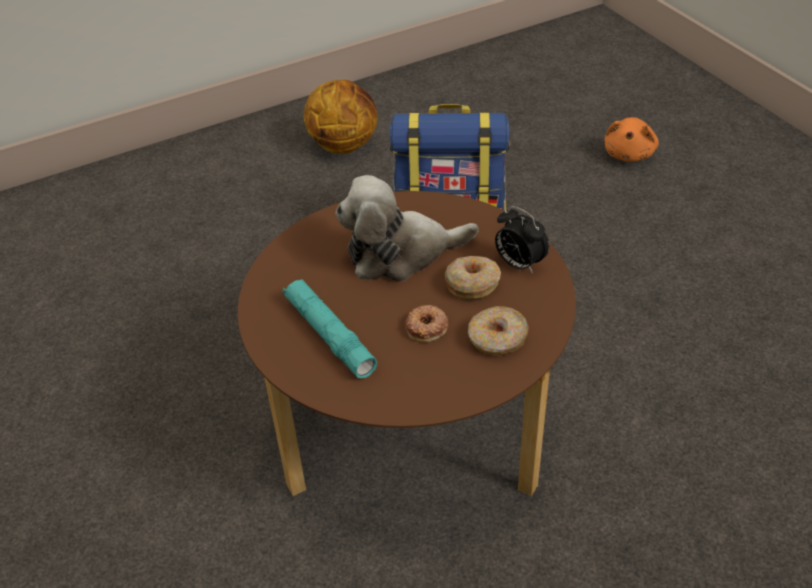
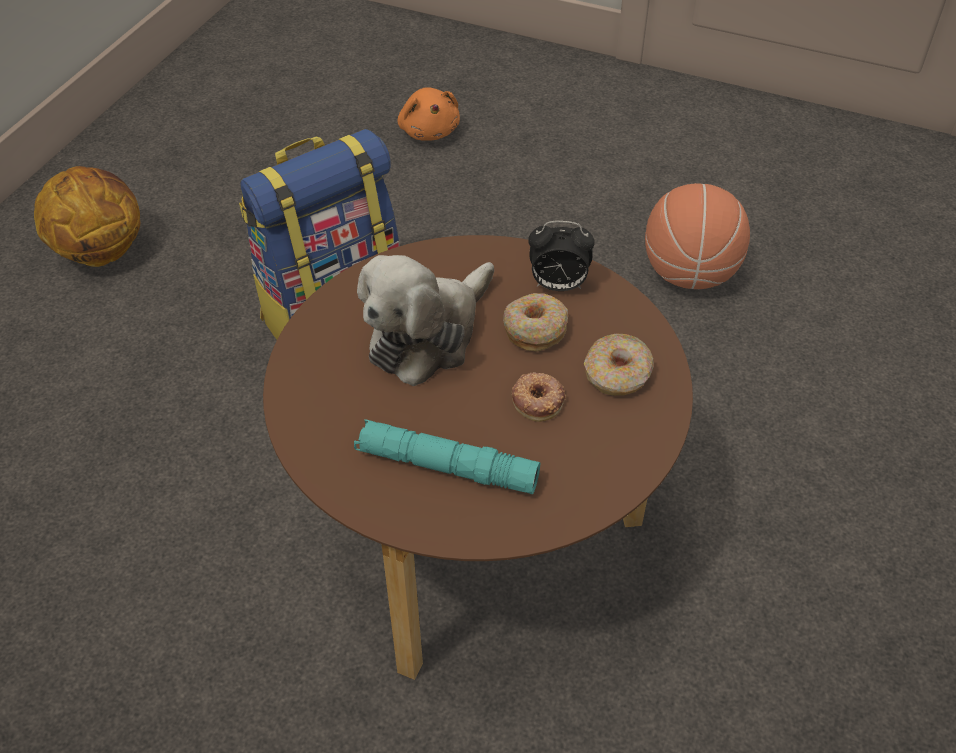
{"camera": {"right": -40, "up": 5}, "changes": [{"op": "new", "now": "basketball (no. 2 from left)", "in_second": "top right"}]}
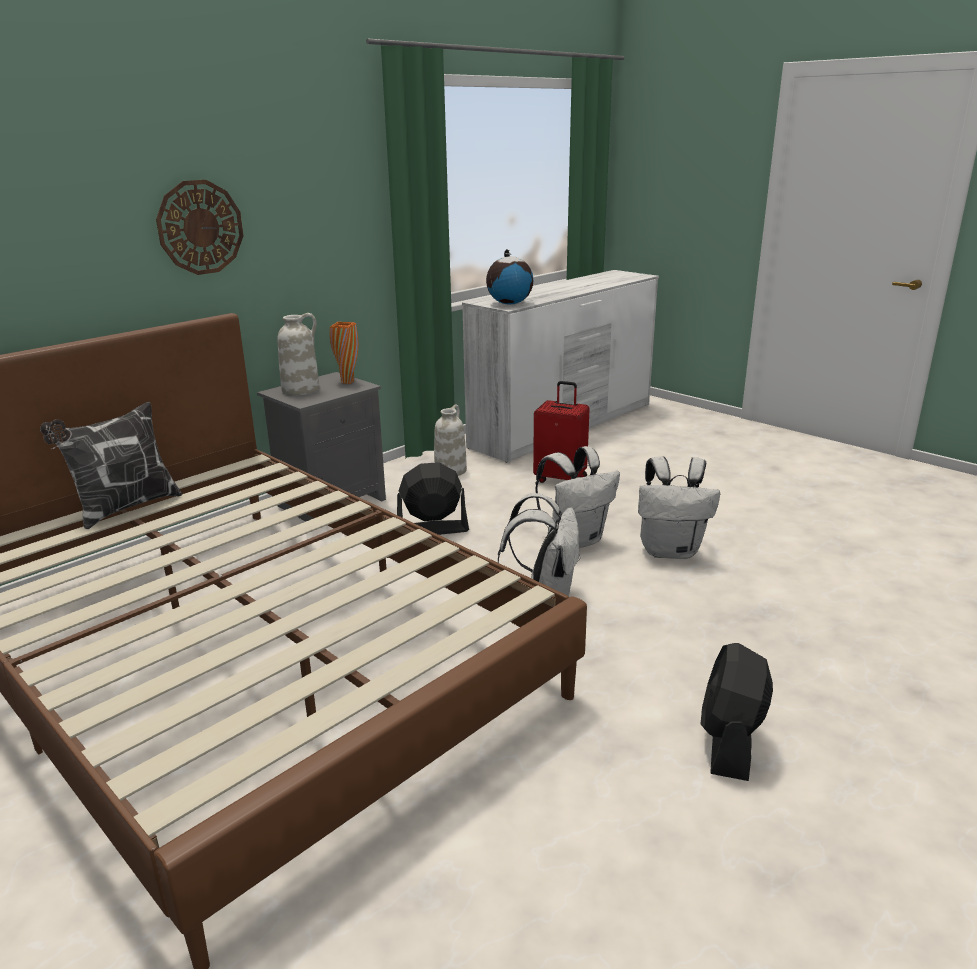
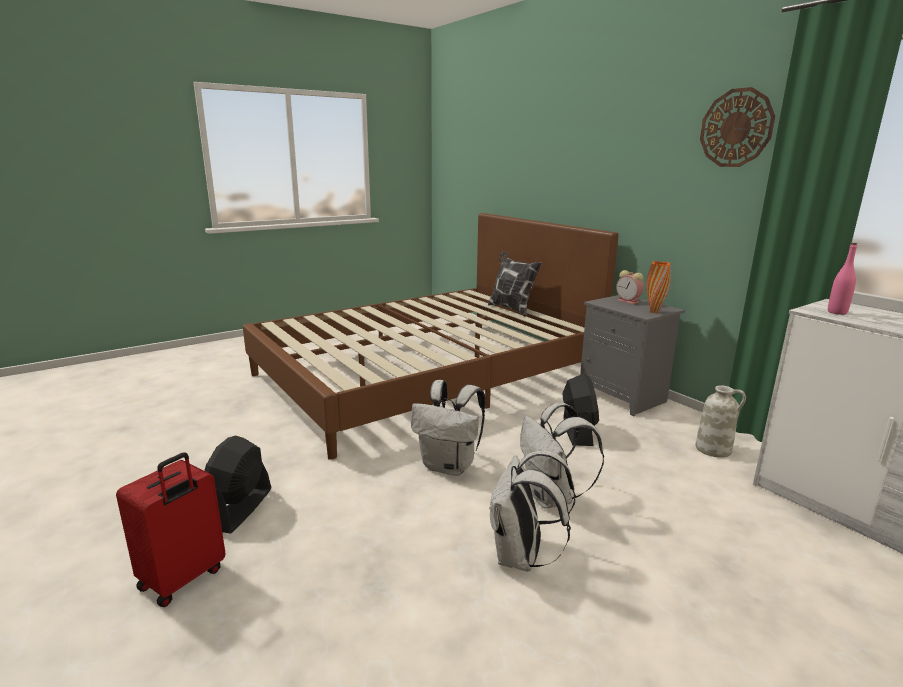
{"camera": {"right": 100, "up": -5}, "changes": [{"op": "shifted", "was": "wall clock", "in_first": "top left", "in_second": "top right"}, {"op": "swapped", "was": "white vase (no. 1 from left)", "now": "alarm clock", "in_first": "middle left", "in_second": "middle right"}, {"op": "swapped", "was": "globe", "now": "pink bottle", "in_first": "top centre", "in_second": "middle right"}, {"op": "shifted", "was": "red suitcase", "in_first": "centre", "in_second": "bottom left"}, {"op": "rotated", "was": "black fan (no. 2 from left in the first image)", "in_first": "bottom right", "in_second": "bottom left", "clockwise": -105}]}
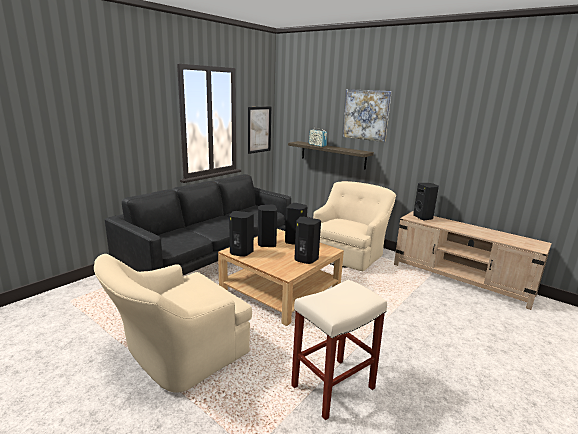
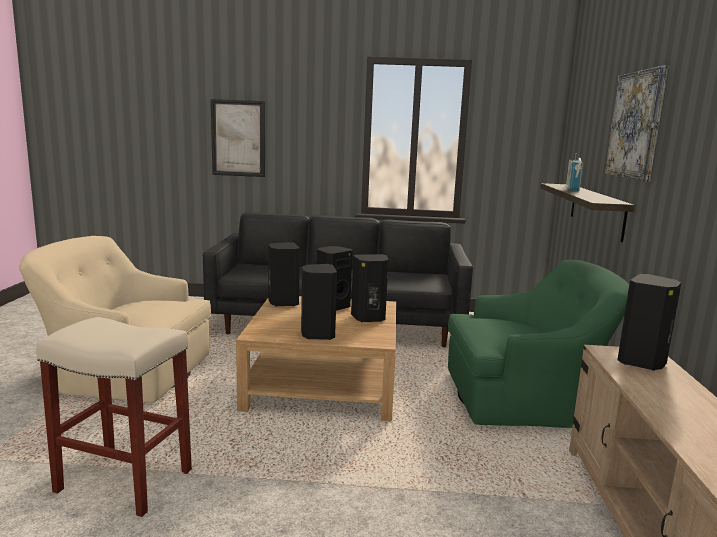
{"camera": {"right": 55, "up": -5}, "changes": [{"op": "shifted", "was": "picture (no. 1 from left)", "in_first": "top centre", "in_second": "top left"}, {"op": "repainted", "was": "beige armchair (no. 2 from left)", "now": "green armchair", "in_first": "centre", "in_second": "middle right"}]}
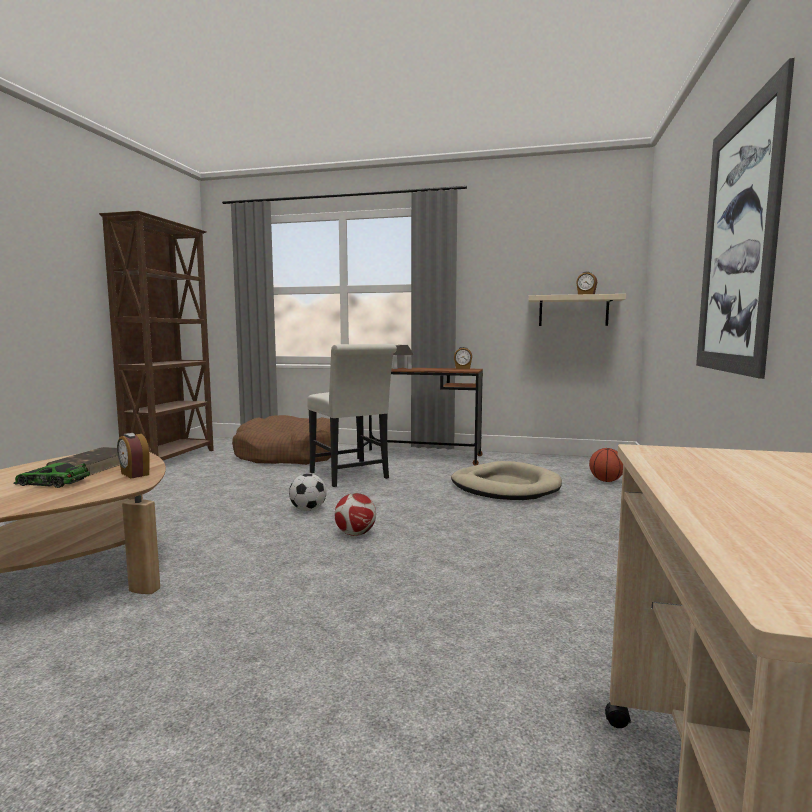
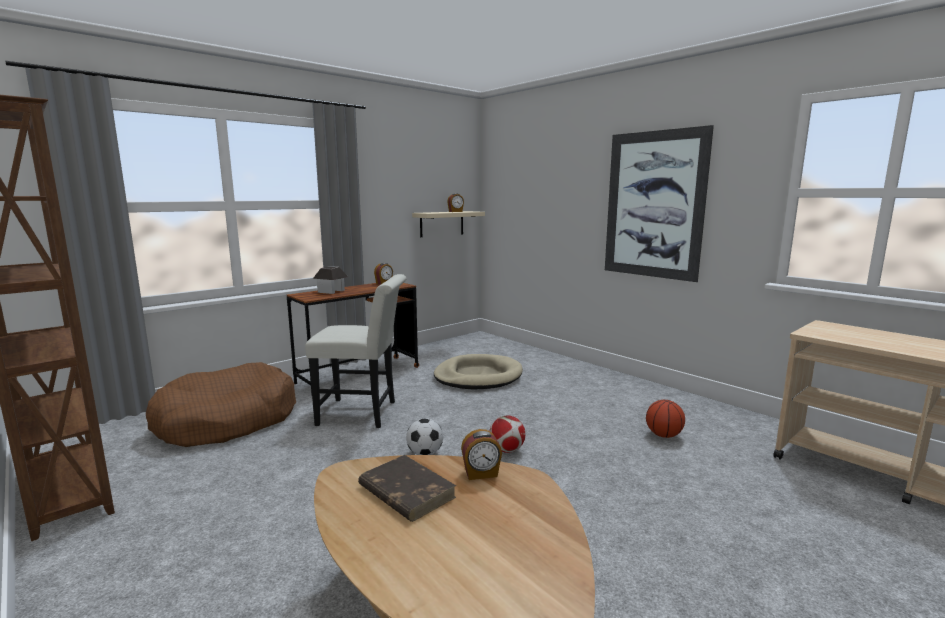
{"camera": {"right": -55, "up": 5}, "changes": [{"op": "gone", "was": "toy car", "in_first": "middle left"}, {"op": "shifted", "was": "basketball", "in_first": "middle right", "in_second": "bottom right"}]}
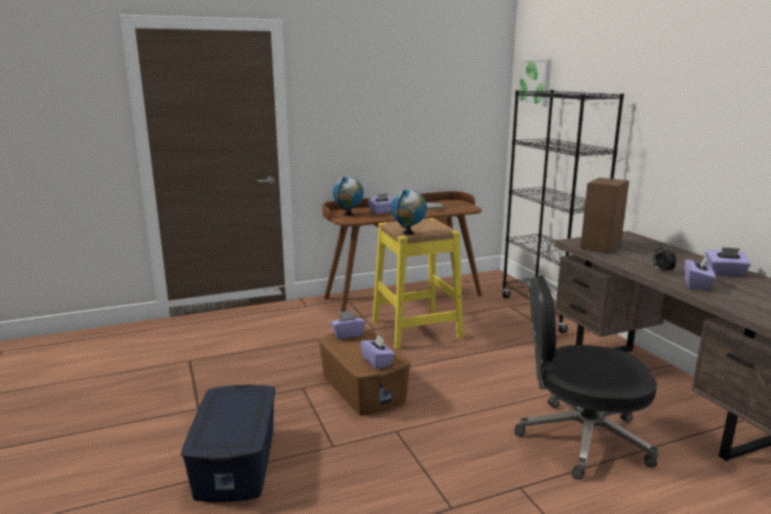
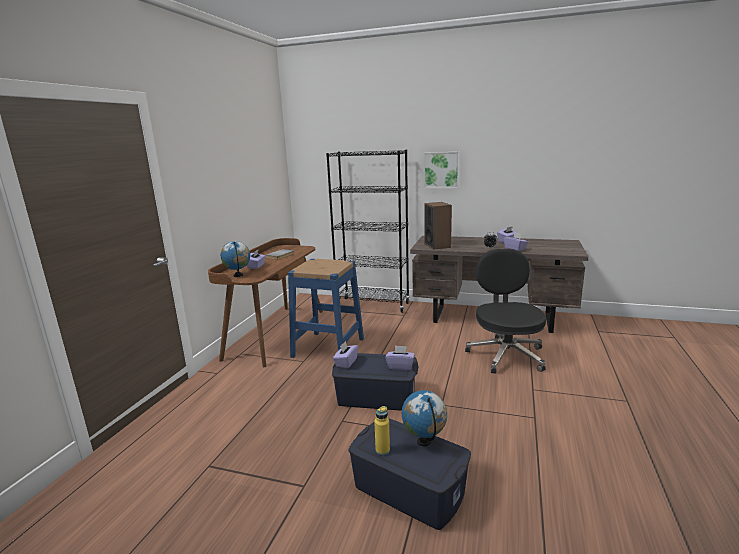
{"camera": {"right": -50, "up": 0}, "changes": [{"op": "repainted", "was": "brown storage box", "now": "blue storage box (no. 1 from left)", "in_first": "bottom centre", "in_second": "bottom centre"}, {"op": "repainted", "was": "yellow stool", "now": "blue stool", "in_first": "centre", "in_second": "centre"}, {"op": "shifted", "was": "globe (no. 2 from left)", "in_first": "centre", "in_second": "bottom centre"}, {"op": "rotated", "was": "black office chair", "in_first": "bottom right", "in_second": "middle right", "clockwise": 135}, {"op": "shifted", "was": "picture", "in_first": "top right", "in_second": "top centre"}, {"op": "new", "now": "yellow bottle", "in_second": "bottom centre"}]}
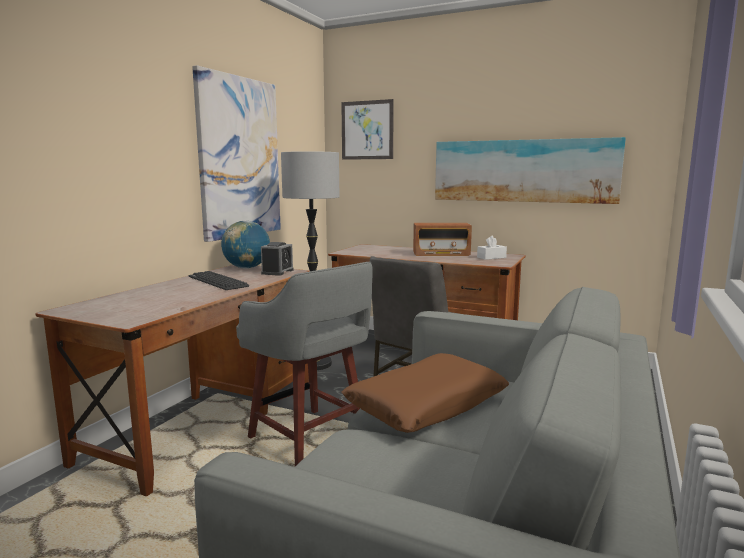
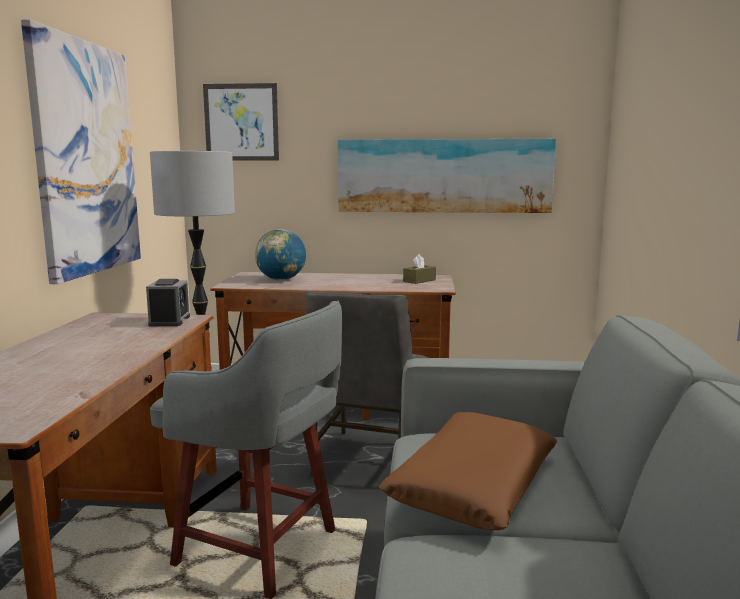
{"camera": {"right": -20, "up": 0}, "changes": [{"op": "gone", "was": "keyboard", "in_first": "middle left"}, {"op": "shifted", "was": "globe", "in_first": "middle left", "in_second": "centre"}, {"op": "gone", "was": "radio", "in_first": "centre"}, {"op": "repainted", "was": "white tissue box", "now": "brown tissue box", "in_first": "centre", "in_second": "centre"}]}
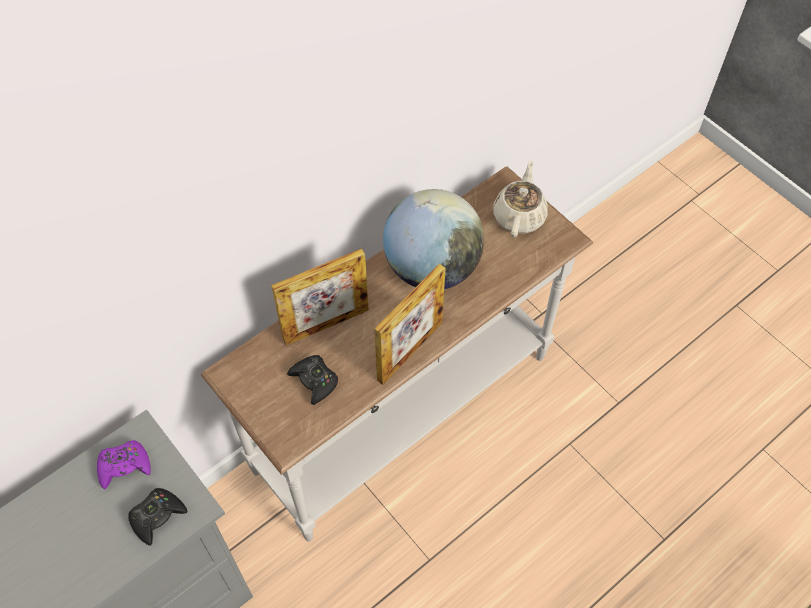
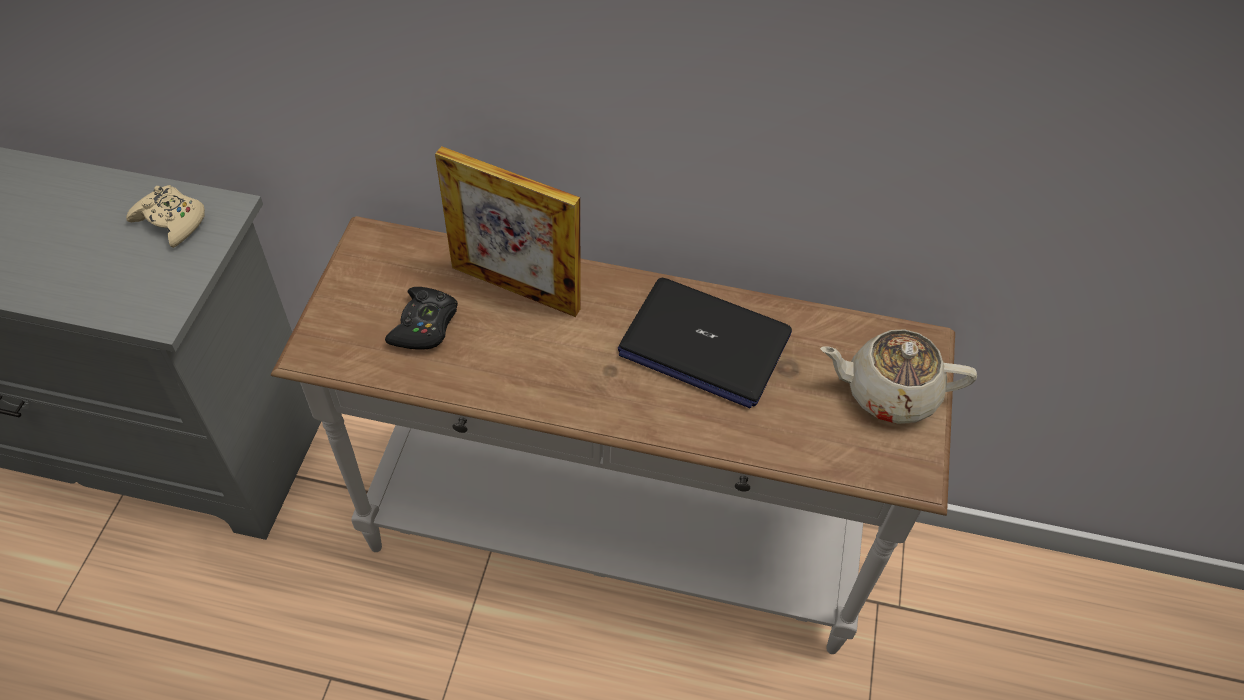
{"camera": {"right": 50, "up": -5}, "changes": [{"op": "repainted", "was": "purple game controller", "now": "beige game controller", "in_first": "bottom left", "in_second": "top left"}, {"op": "gone", "was": "black game controller (no. 1 from left)", "in_first": "bottom left"}, {"op": "gone", "was": "picture frame (no. 2 from left)", "in_first": "centre"}, {"op": "swapped", "was": "globe", "now": "laptop", "in_first": "centre", "in_second": "centre"}, {"op": "rotated", "was": "beige teapot", "in_first": "top centre", "in_second": "middle right", "clockwise": -150}]}
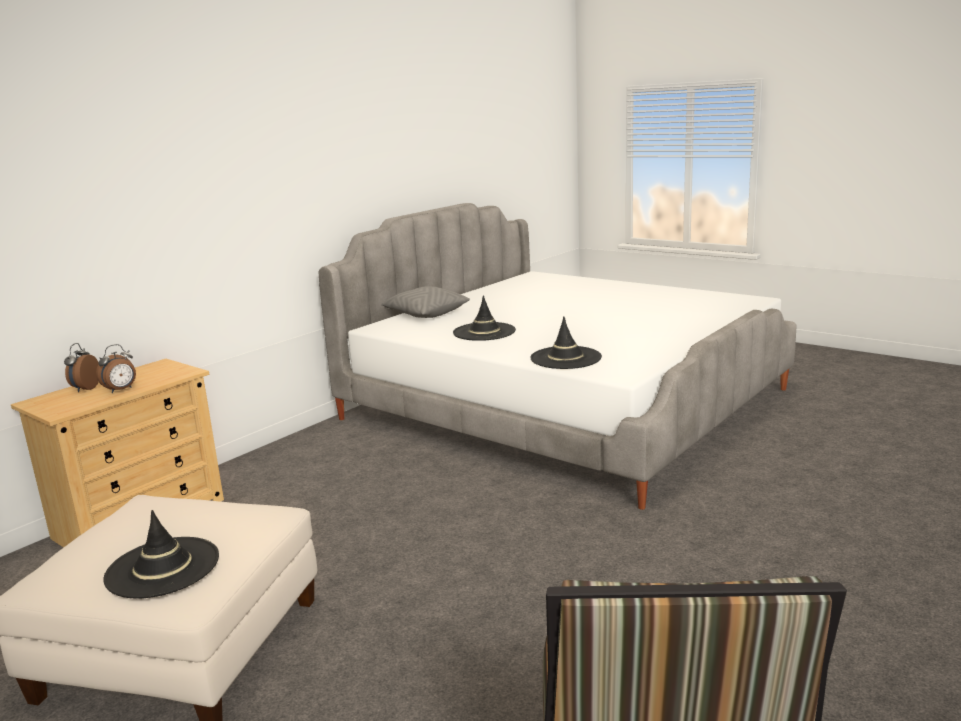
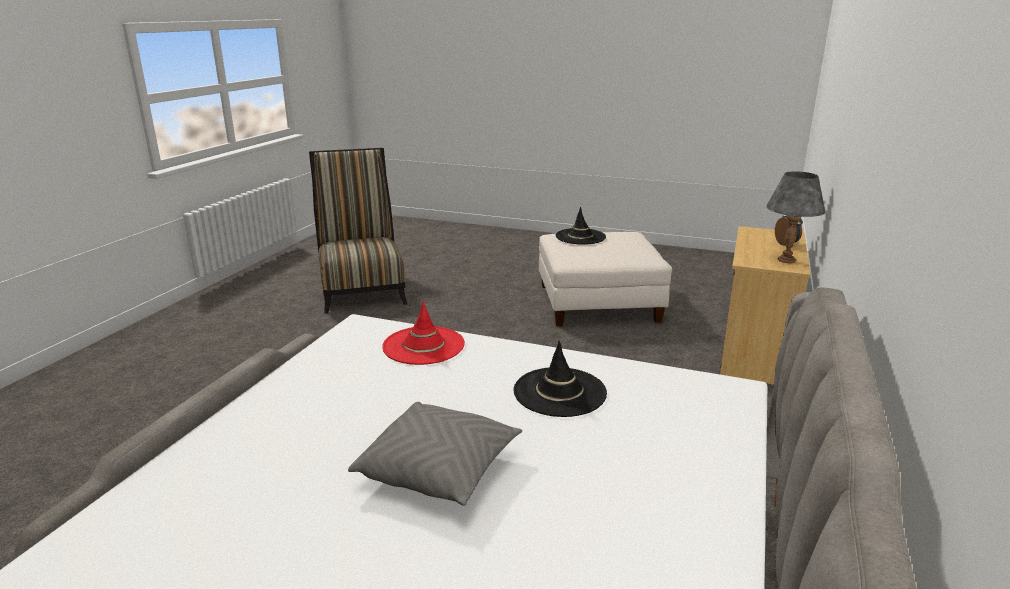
{"camera": {"right": 160, "up": 5}, "changes": [{"op": "gone", "was": "alarm clock (no. 2 from left)", "in_first": "middle left"}, {"op": "shifted", "was": "grey pillow", "in_first": "centre", "in_second": "bottom centre"}, {"op": "repainted", "was": "black hat (no. 3 from left)", "now": "red hat", "in_first": "centre", "in_second": "centre"}, {"op": "new", "now": "grey table lamp", "in_second": "middle right"}]}
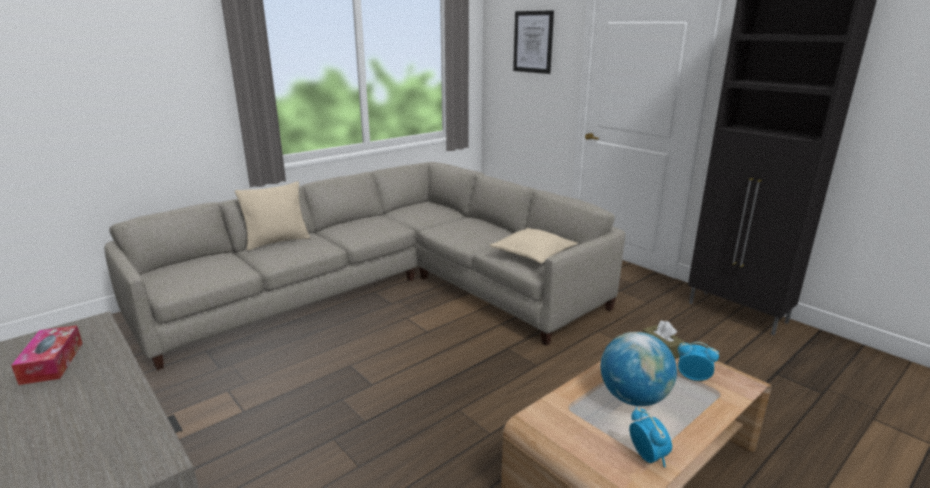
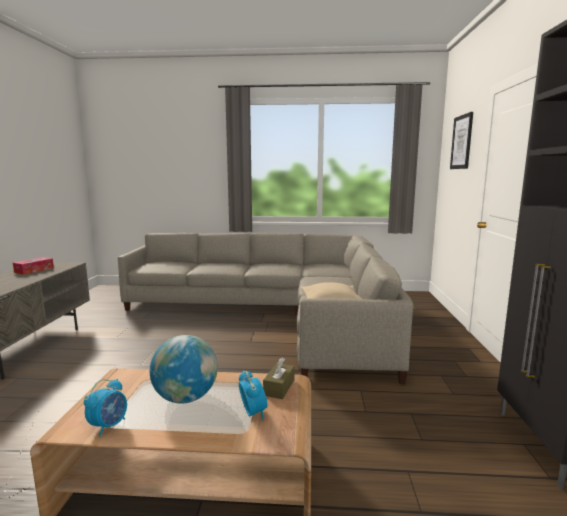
{"camera": {"right": 45, "up": -10}, "changes": [{"op": "gone", "was": "beige pillow (no. 1 from left)", "in_first": "middle left"}]}
